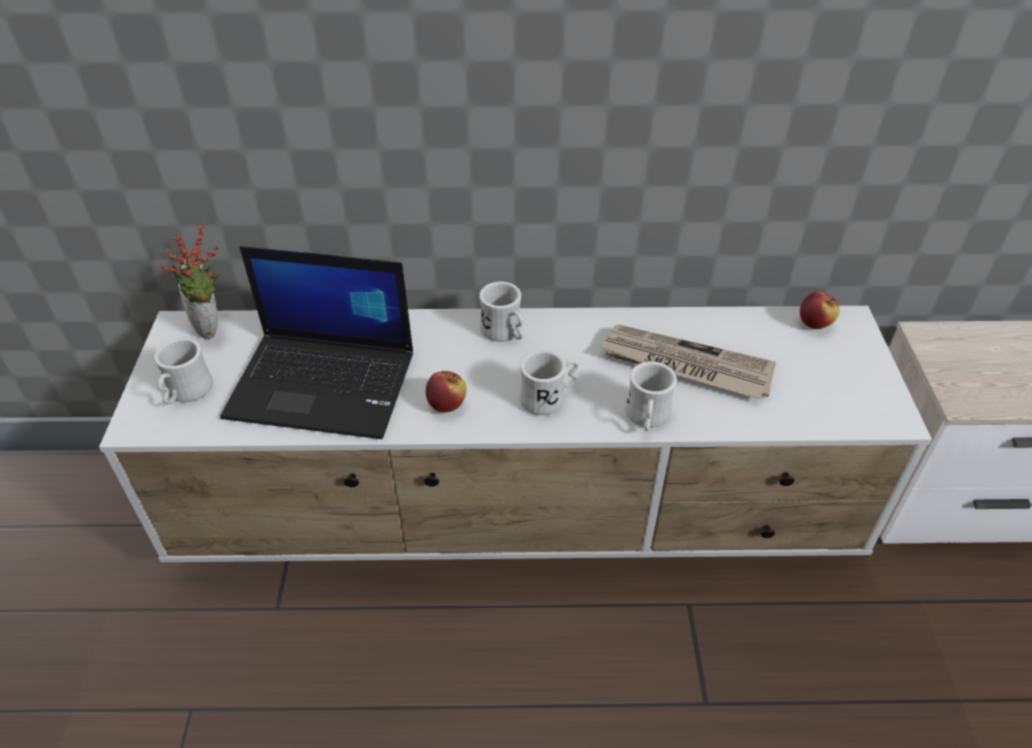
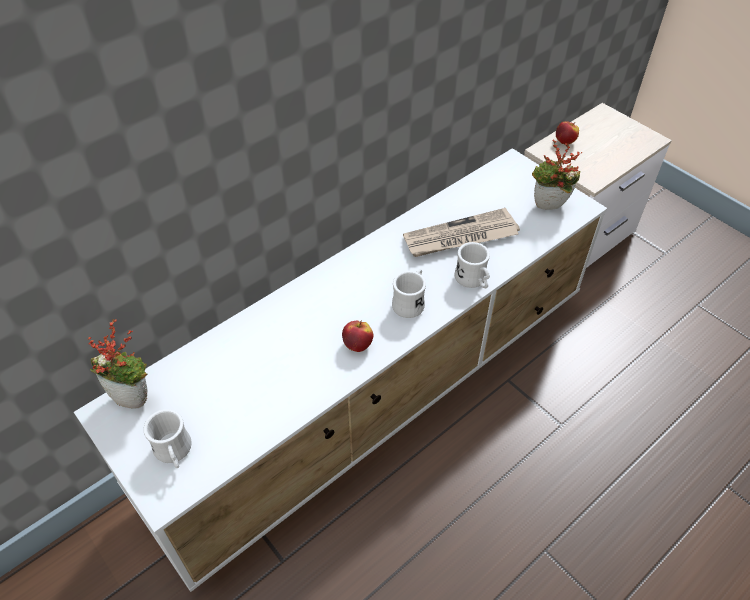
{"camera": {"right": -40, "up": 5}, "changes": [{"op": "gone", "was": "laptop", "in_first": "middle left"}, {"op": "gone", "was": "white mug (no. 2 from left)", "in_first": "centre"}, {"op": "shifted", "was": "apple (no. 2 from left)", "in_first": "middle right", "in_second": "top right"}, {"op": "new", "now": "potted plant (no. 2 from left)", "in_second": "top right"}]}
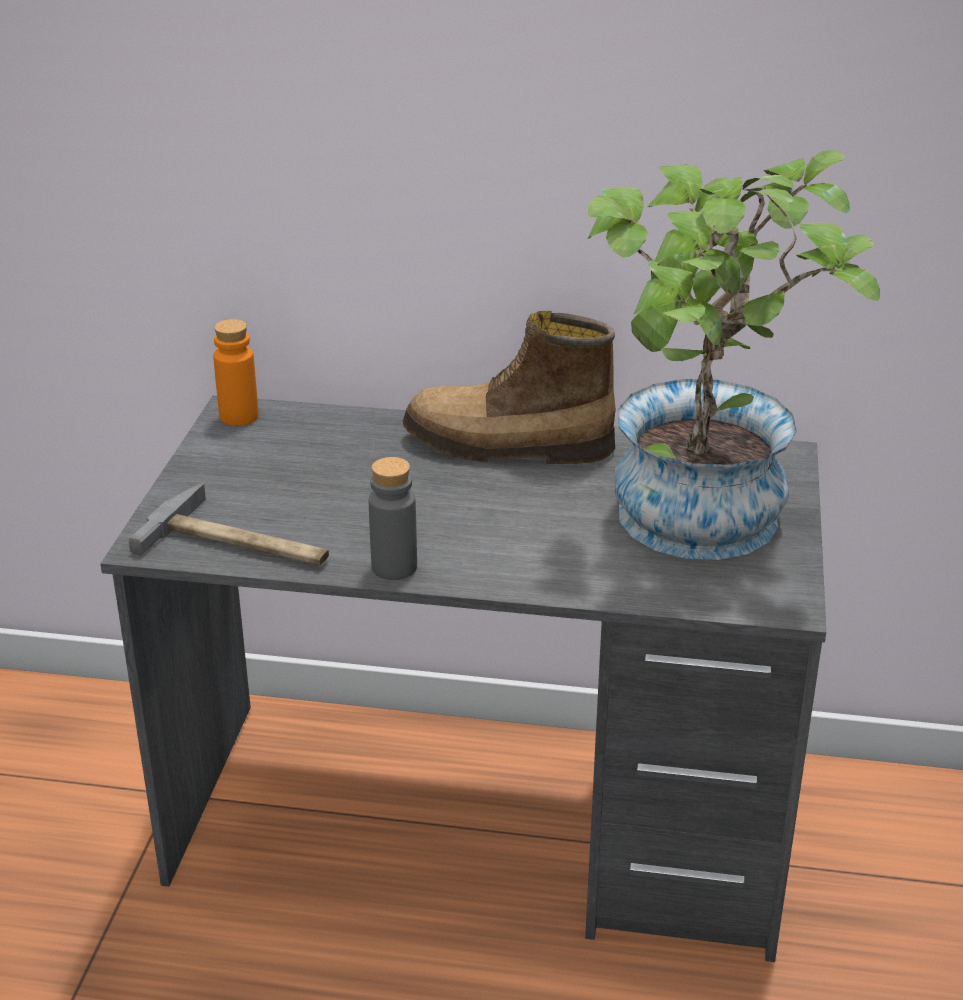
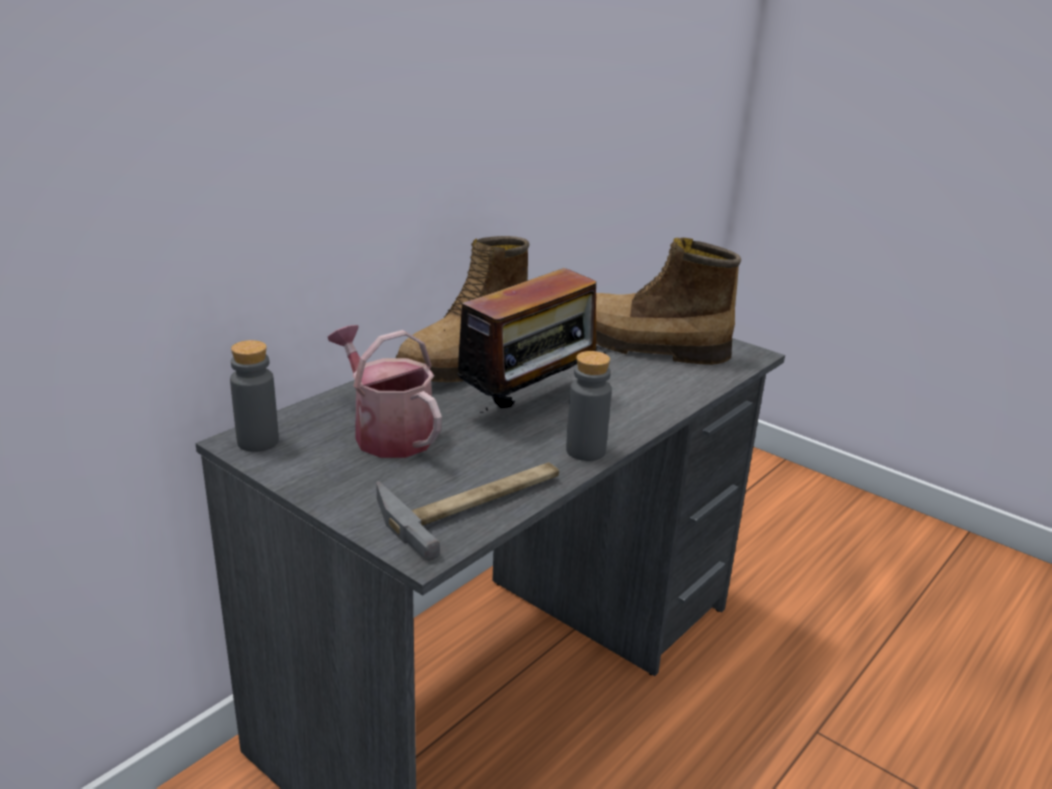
{"camera": {"right": -60, "up": -5}, "changes": [{"op": "repainted", "was": "orange bottle", "now": "grey bottle (no. 1 from left)", "in_first": "middle left", "in_second": "middle left"}, {"op": "swapped", "was": "potted plant", "now": "boot (no. 2 from left)", "in_first": "middle right", "in_second": "centre"}, {"op": "new", "now": "watering can", "in_second": "centre"}, {"op": "new", "now": "radio", "in_second": "centre"}]}
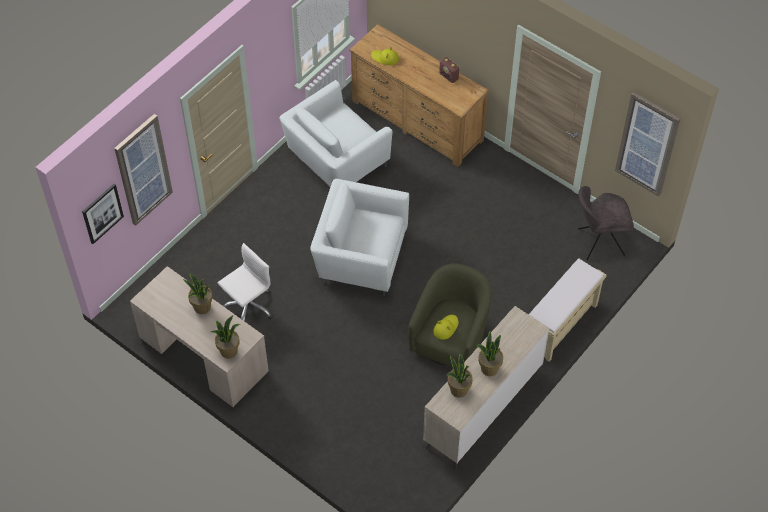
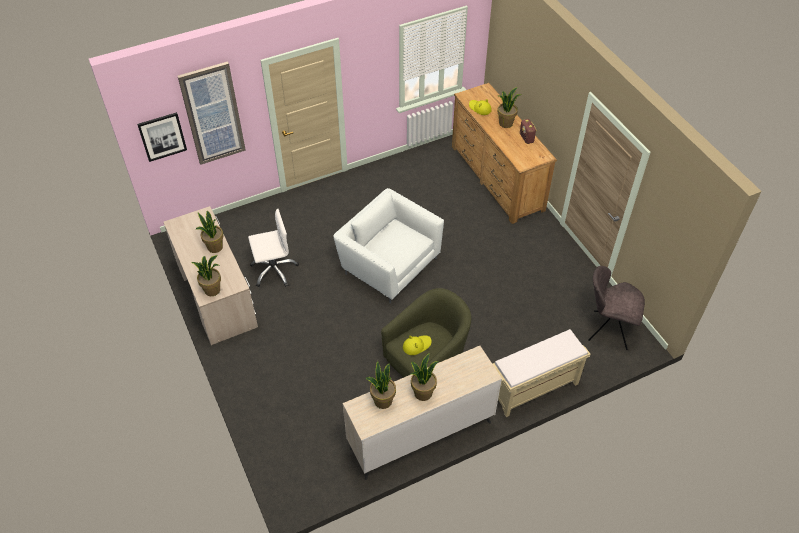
{"camera": {"right": 25, "up": -5}, "changes": [{"op": "gone", "was": "white armchair (no. 1 from left)", "in_first": "top centre"}, {"op": "gone", "was": "picture (no. 3 from left)", "in_first": "top right"}, {"op": "new", "now": "potted plant (no. 5 from left)", "in_second": "top centre"}]}
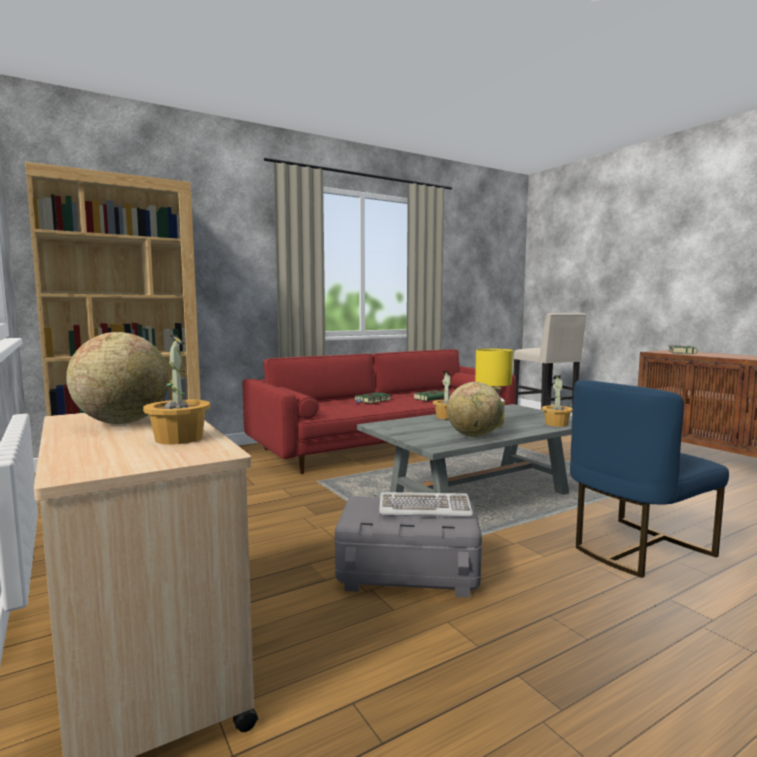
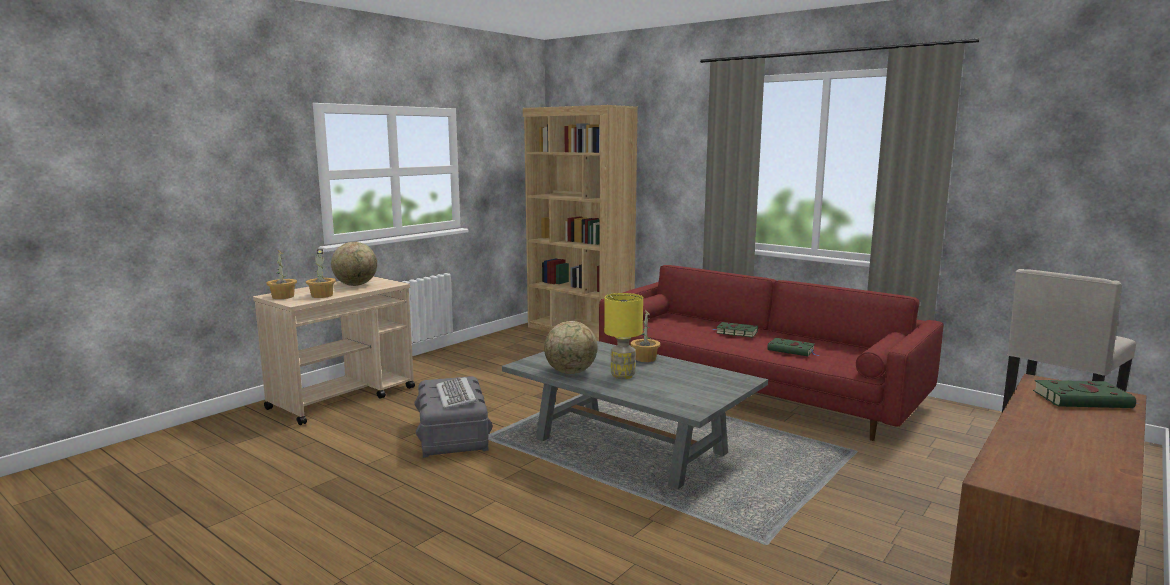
{"camera": {"right": 70, "up": 5}, "changes": [{"op": "shifted", "was": "potted plant (no. 3 from left in the first image)", "now": "potted plant (no. 1 from left)", "in_first": "middle right", "in_second": "middle left"}, {"op": "gone", "was": "blue chair", "in_first": "middle right"}]}
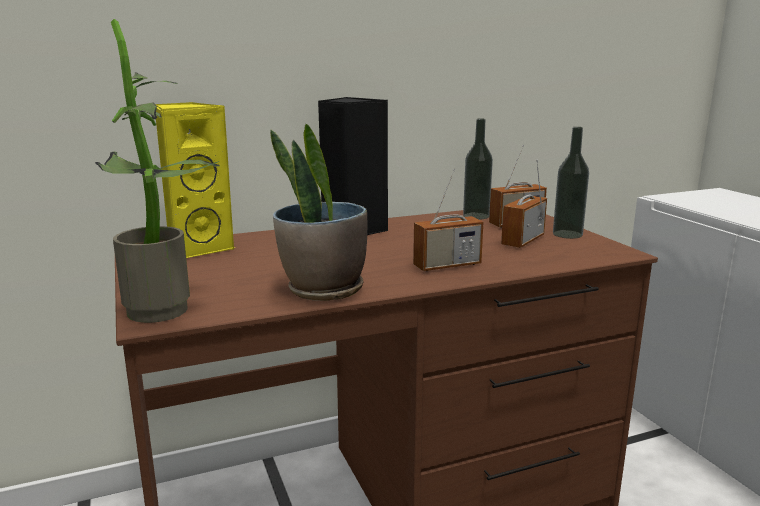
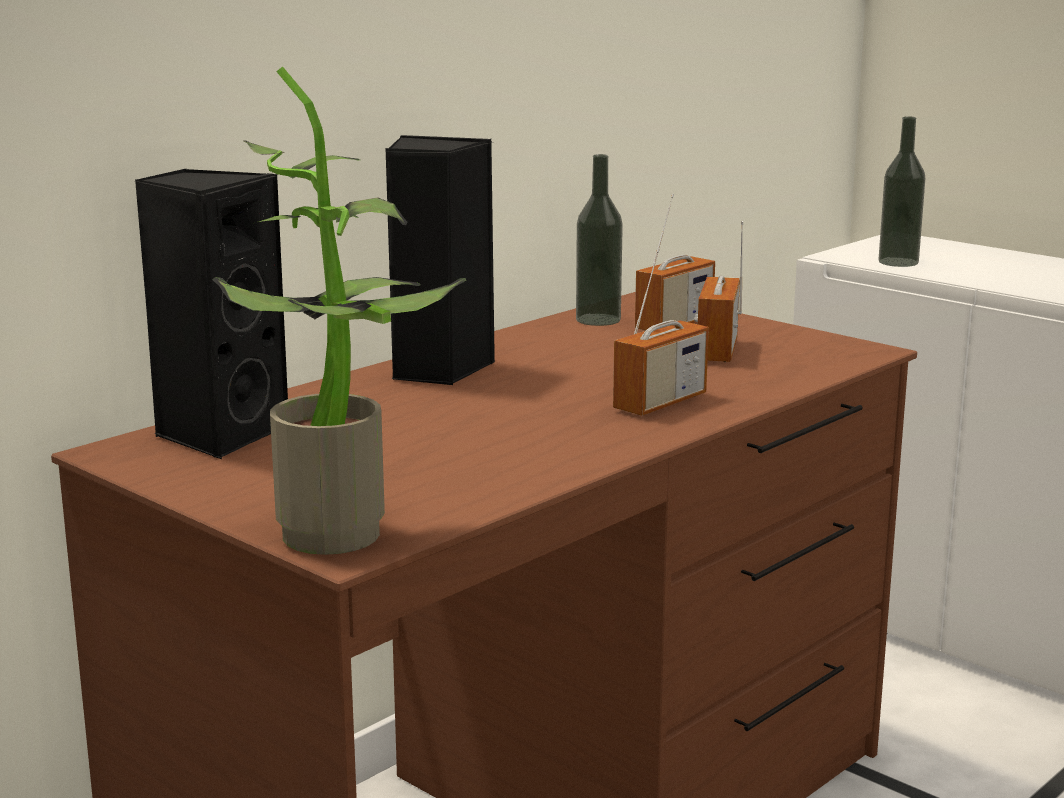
{"camera": {"right": -25, "up": 0}, "changes": [{"op": "repainted", "was": "yellow speaker", "now": "black speaker (no. 1 from left)", "in_first": "middle left", "in_second": "middle left"}, {"op": "gone", "was": "potted plant (no. 2 from left)", "in_first": "centre"}, {"op": "shifted", "was": "bottle (no. 2 from left)", "in_first": "middle right", "in_second": "top right"}]}
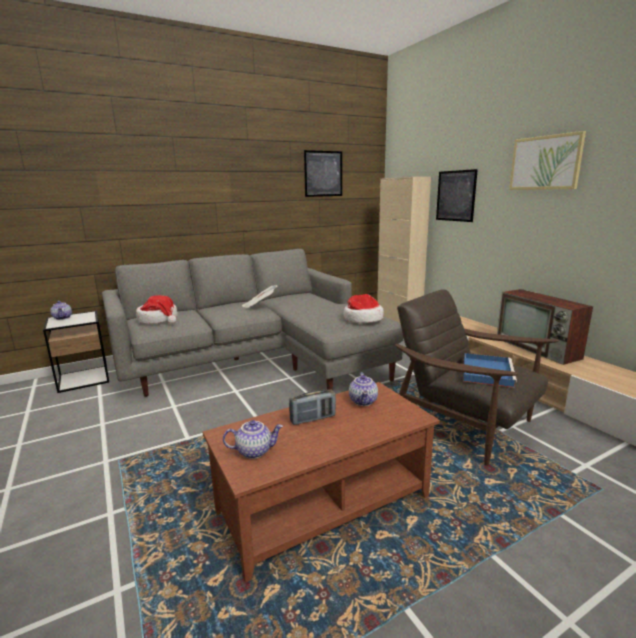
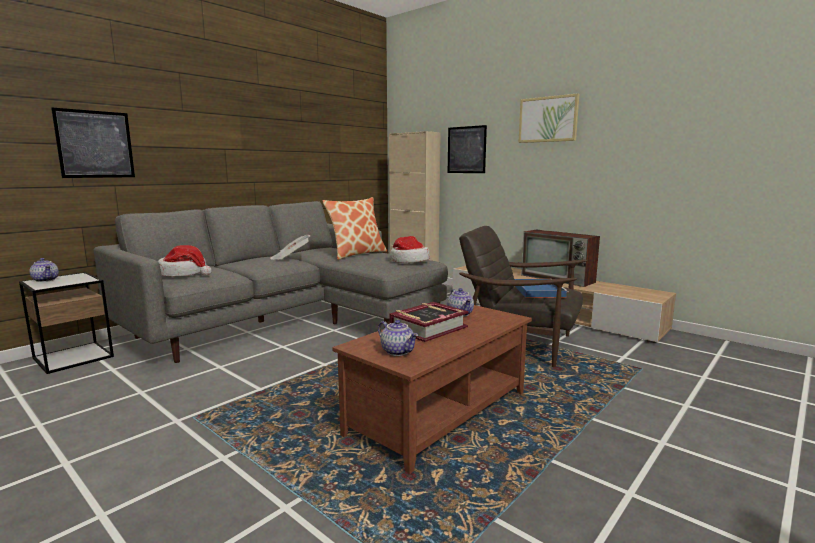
{"camera": {"right": -20, "up": -5}, "changes": [{"op": "rotated", "was": "teapot (no. 2 from left)", "in_first": "bottom centre", "in_second": "centre", "clockwise": 75}, {"op": "swapped", "was": "radio", "now": "book", "in_first": "centre", "in_second": "centre"}, {"op": "shifted", "was": "picture (no. 1 from left)", "in_first": "top centre", "in_second": "top left"}, {"op": "new", "now": "pillow", "in_second": "centre"}]}
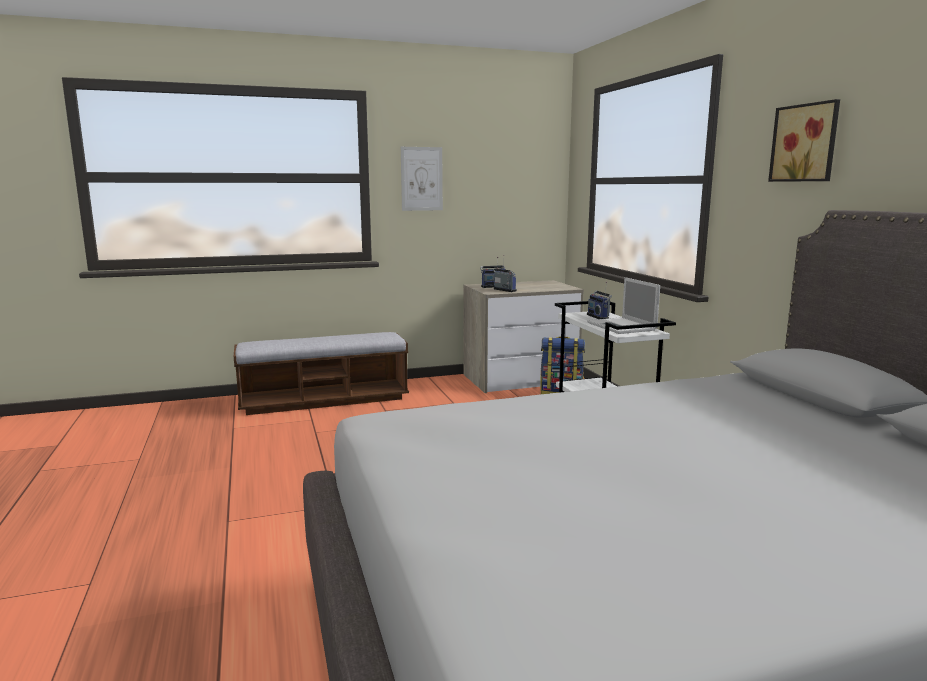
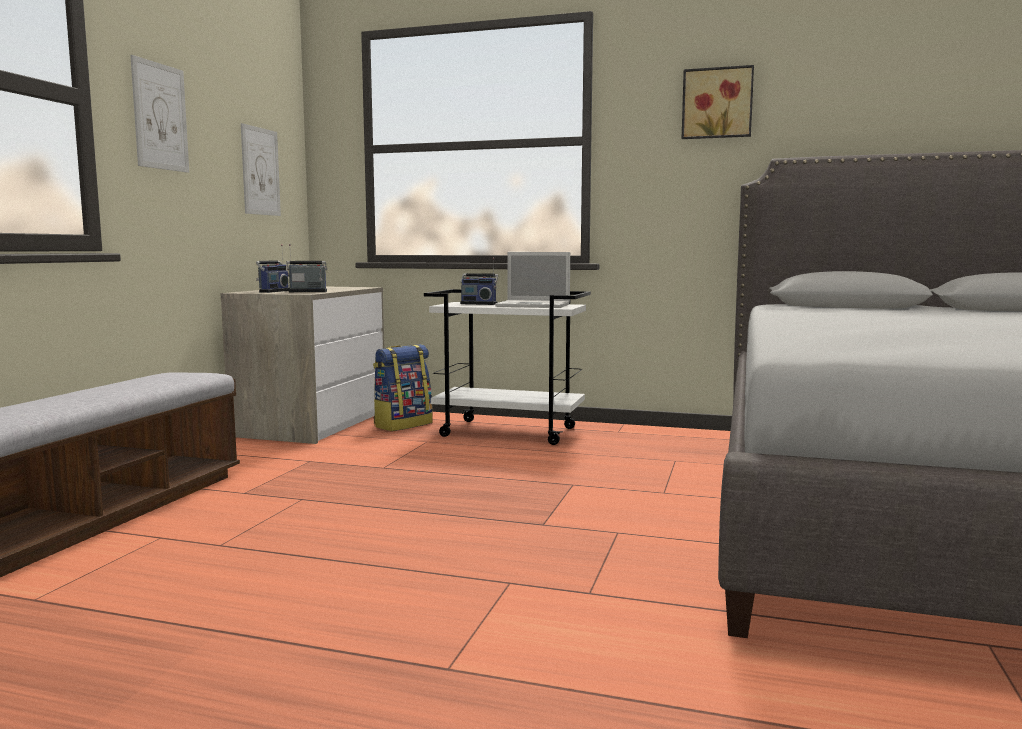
{"camera": {"right": -55, "up": -5}, "changes": [{"op": "new", "now": "picture (no. 2 from left)", "in_second": "top left"}]}
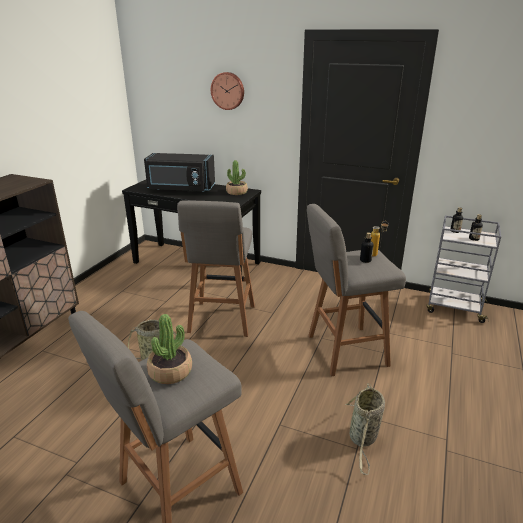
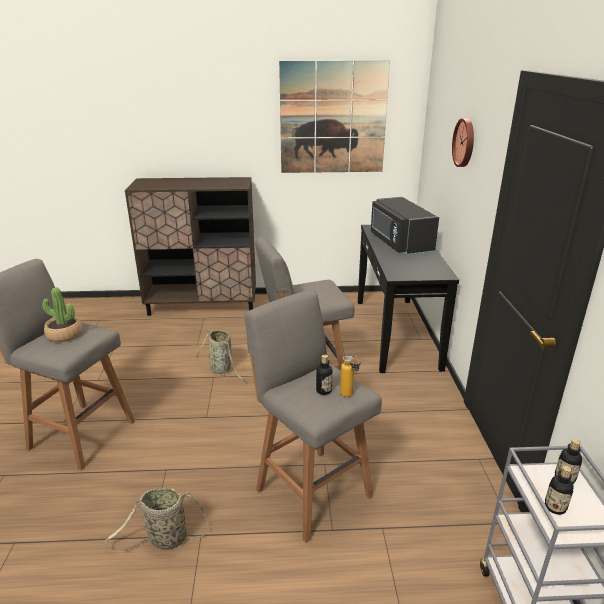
{"camera": {"right": 65, "up": 0}, "changes": [{"op": "gone", "was": "potted plant (no. 2 from left)", "in_first": "centre"}, {"op": "new", "now": "picture", "in_second": "top centre"}]}
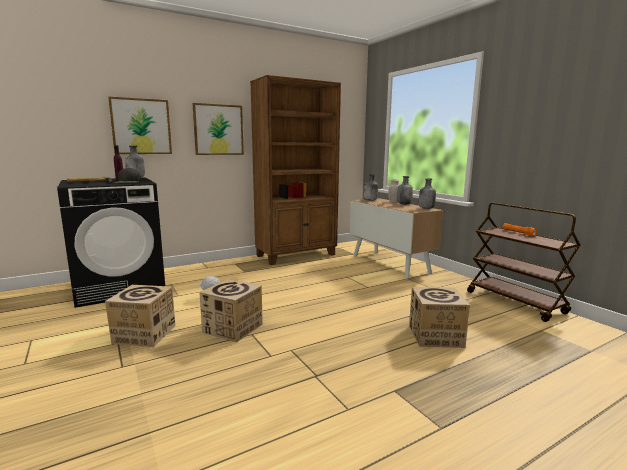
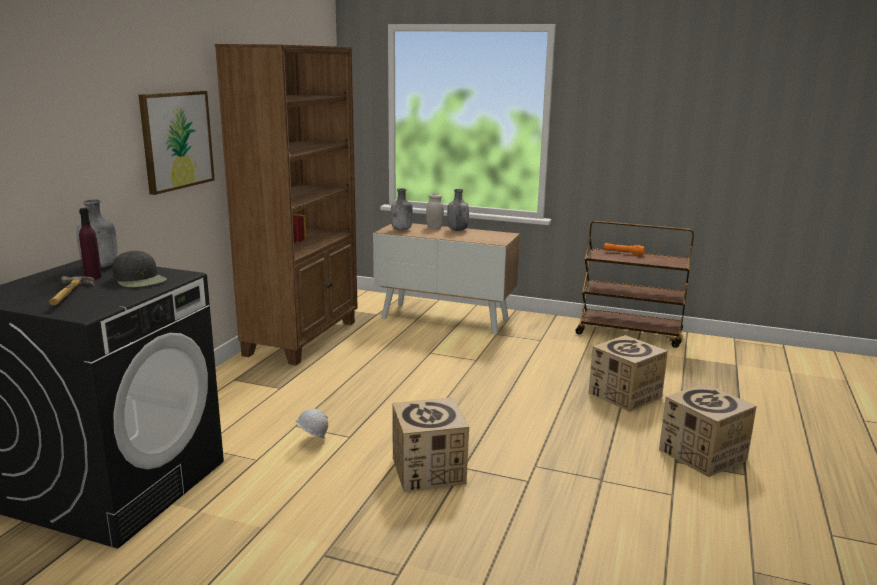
{"camera": {"right": -40, "up": 5}, "changes": [{"op": "shifted", "was": "cardboard box (no. 1 from left in the first image)", "now": "cardboard box (no. 3 from left)", "in_first": "bottom left", "in_second": "bottom right"}, {"op": "gone", "was": "picture (no. 1 from left)", "in_first": "top left"}, {"op": "gone", "was": "grey bottle (no. 4 from left)", "in_first": "middle right"}]}
